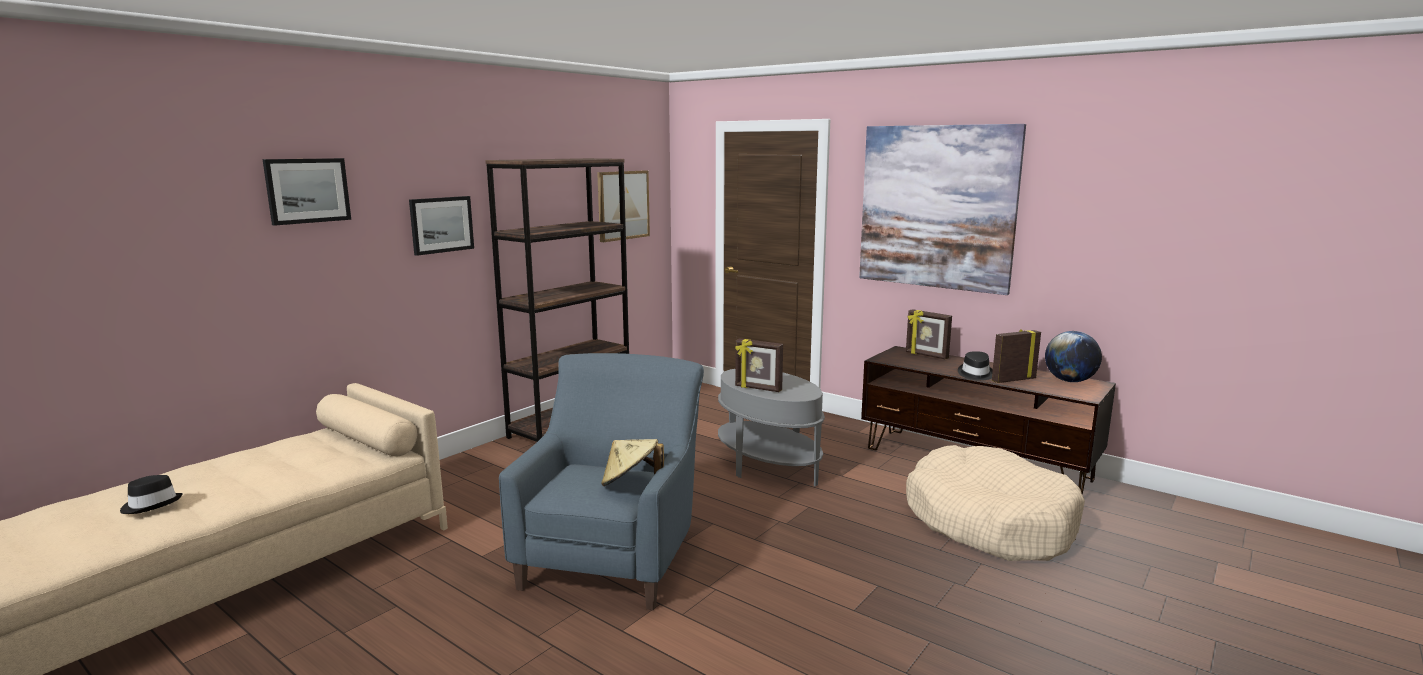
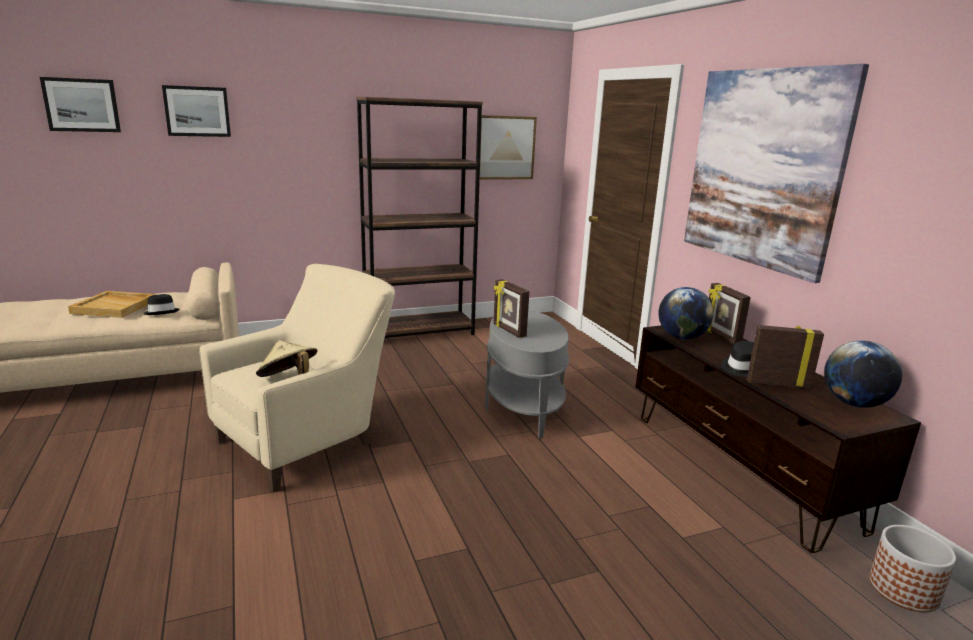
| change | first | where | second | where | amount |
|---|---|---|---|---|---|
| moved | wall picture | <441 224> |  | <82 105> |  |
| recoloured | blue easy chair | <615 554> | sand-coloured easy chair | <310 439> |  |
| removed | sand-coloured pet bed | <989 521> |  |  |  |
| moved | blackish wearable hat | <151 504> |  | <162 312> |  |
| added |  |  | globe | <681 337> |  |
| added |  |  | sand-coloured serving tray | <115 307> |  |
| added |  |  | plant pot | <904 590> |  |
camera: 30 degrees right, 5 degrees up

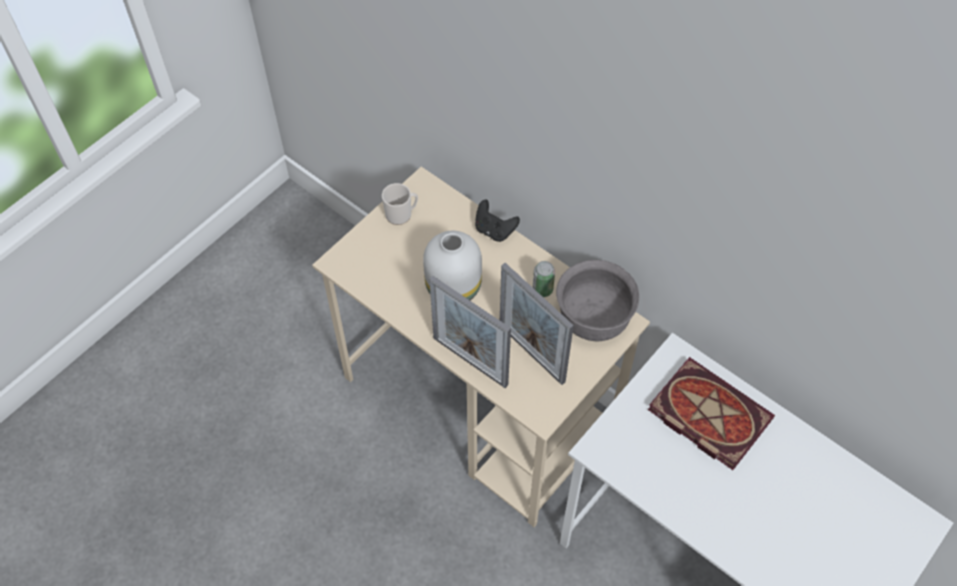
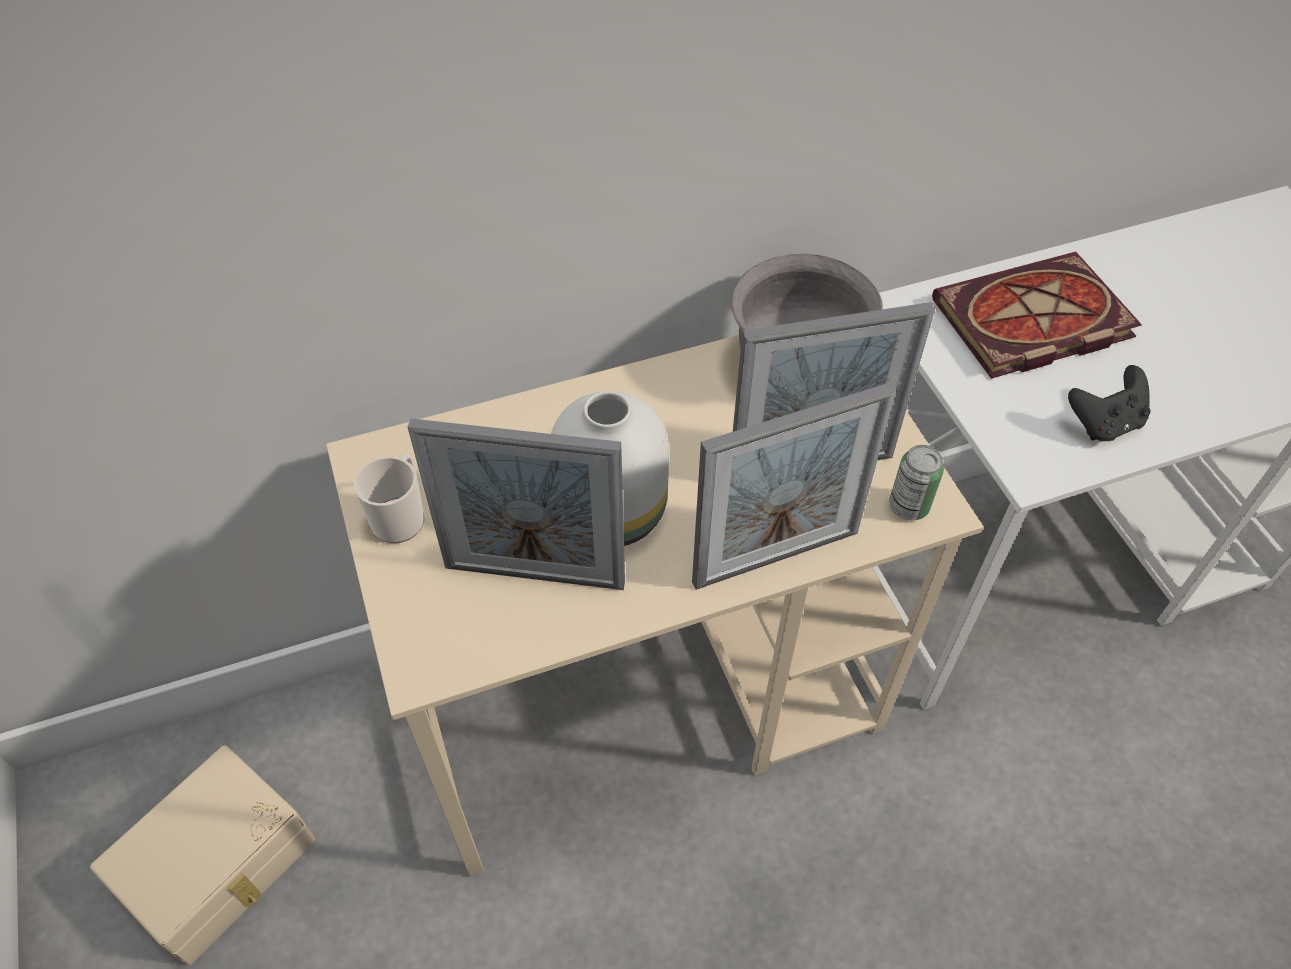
| change | first | where | second | where | amount |
|---|---|---|---|---|---|
| moved | blackish gamepad | <494 230> |  | <1104 423> |  |
| moved | metal can | <542 289> |  | <908 506> |  |
| added |  |  | photo frame | <534 575> |  |
| added |  |  | sand-coloured storage box | <221 867> |  |
camera: 60 degrees left, 5 degrees down

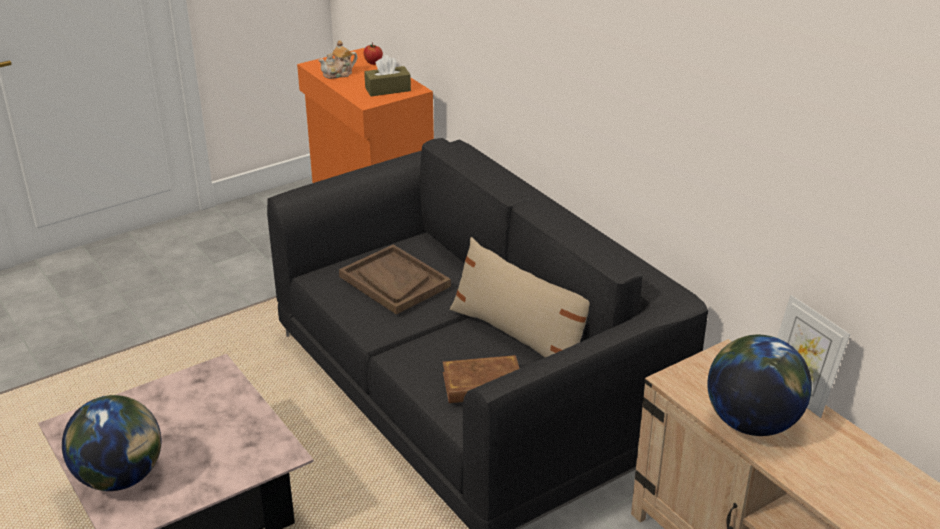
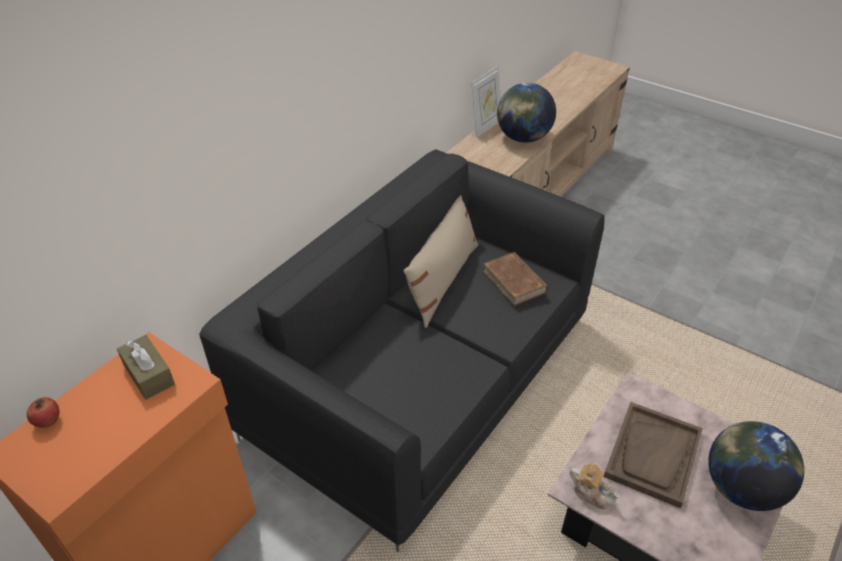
| change | first | where | second | where | amount |
|---|---|---|---|---|---|
| moved | pot for tea | <339 74> |  | <592 493> |  |
| moved | brown serving tray | <394 281> |  | <653 455> |  |
camera: 110 degrees left, 10 degrees up

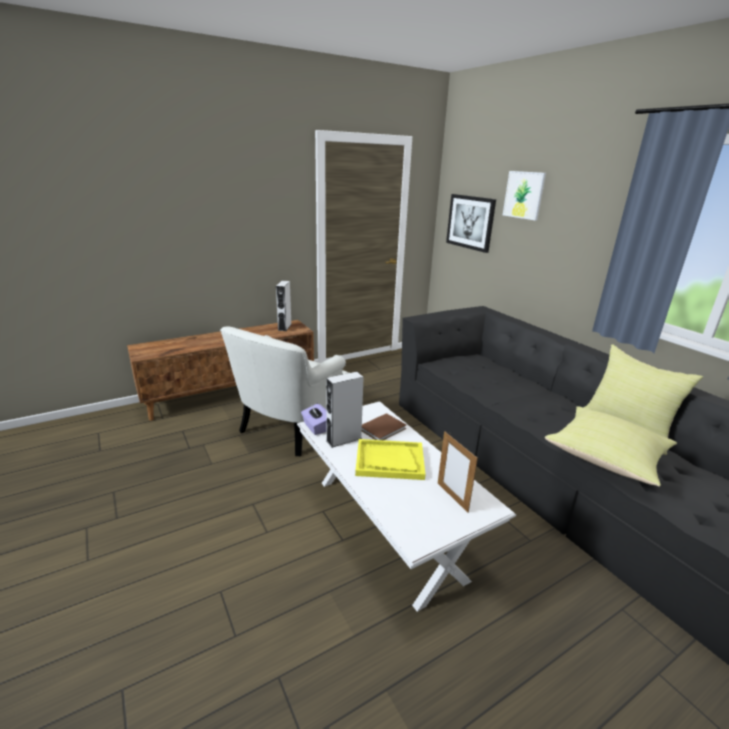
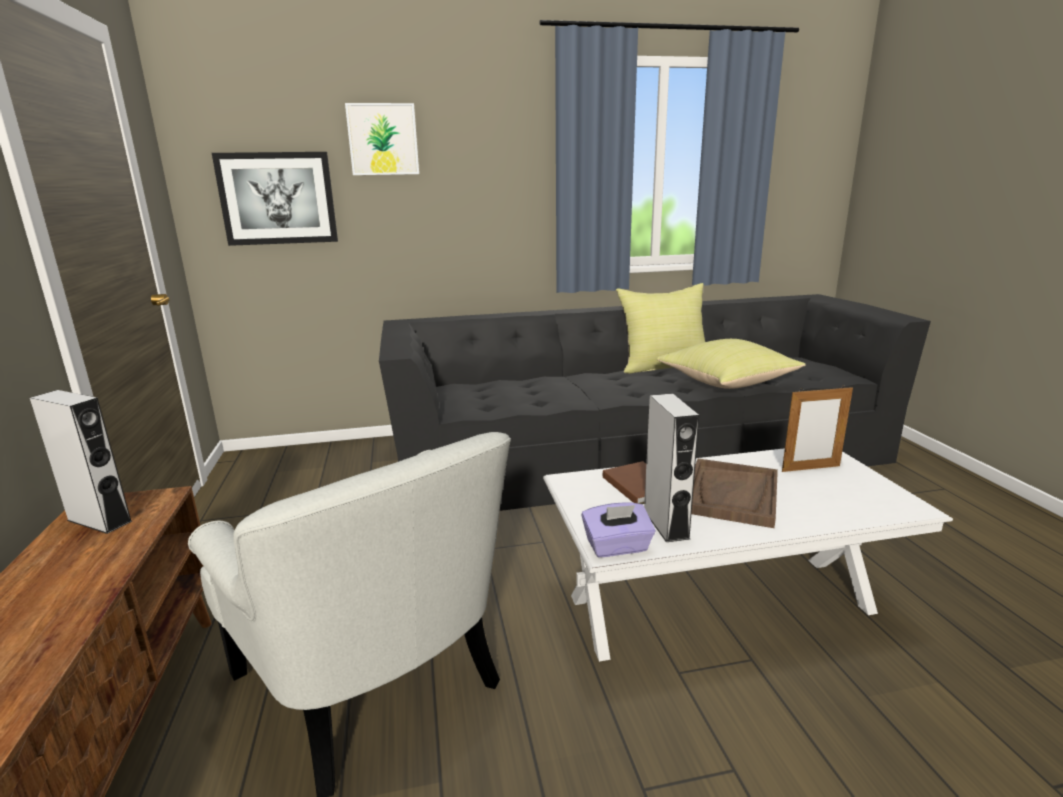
| change | first | where | second | where | amount |
|---|---|---|---|---|---|
| recoloured | yellowish serving tray | <389 461> | brown serving tray | <732 495> |  |
camera: 70 degrees left, 5 degrees down

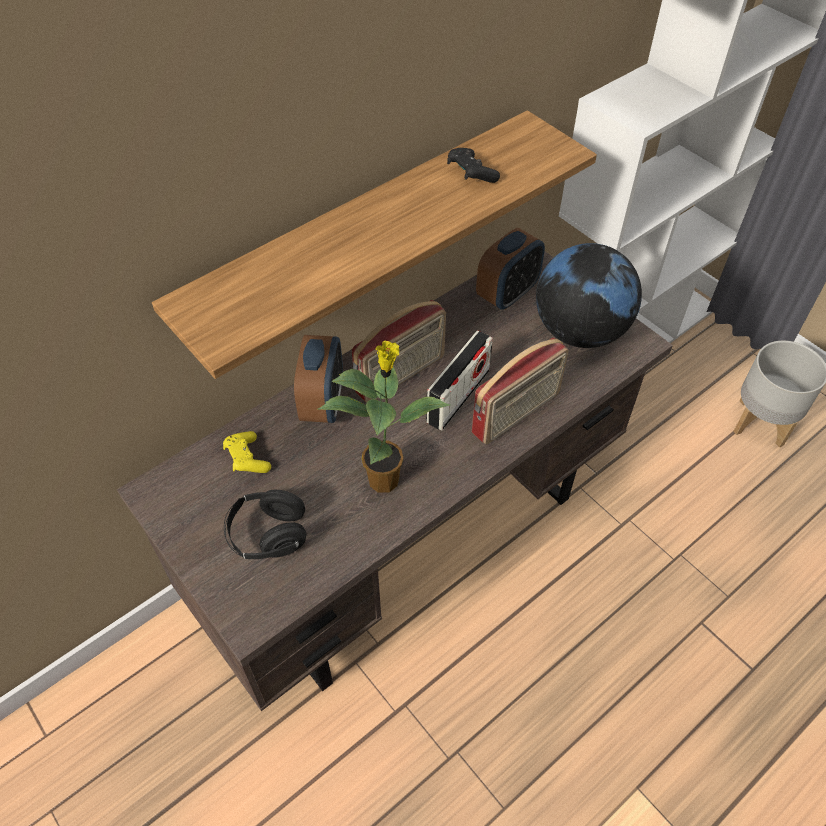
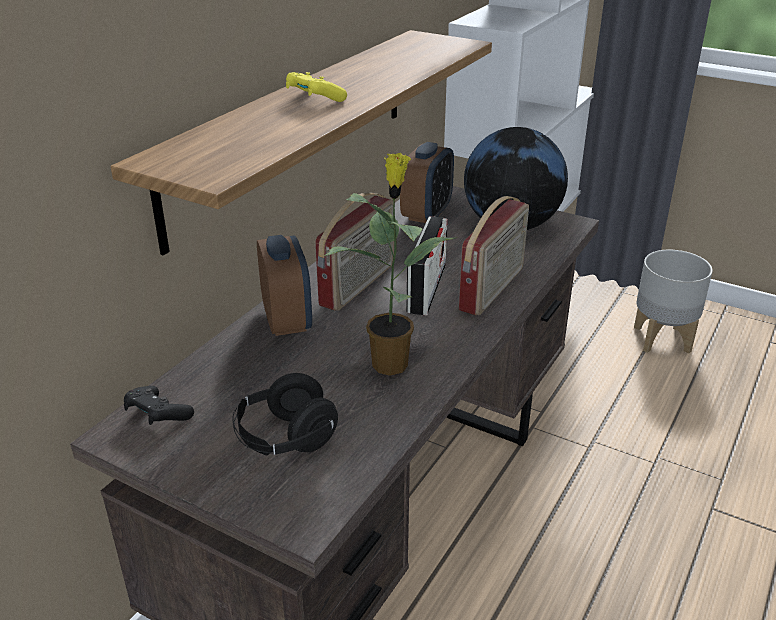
| change | first | where | second | where | amount |
|---|---|---|---|---|---|
| moved | blackish gamepad | <470 174> |  | <158 416> |  |
| moved | yellowish gamepad | <247 459> |  | <314 99> |  |
camera: 20 degrees left, 20 degrees down

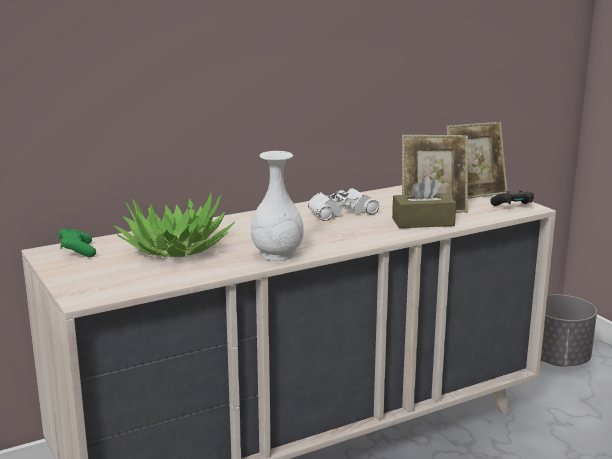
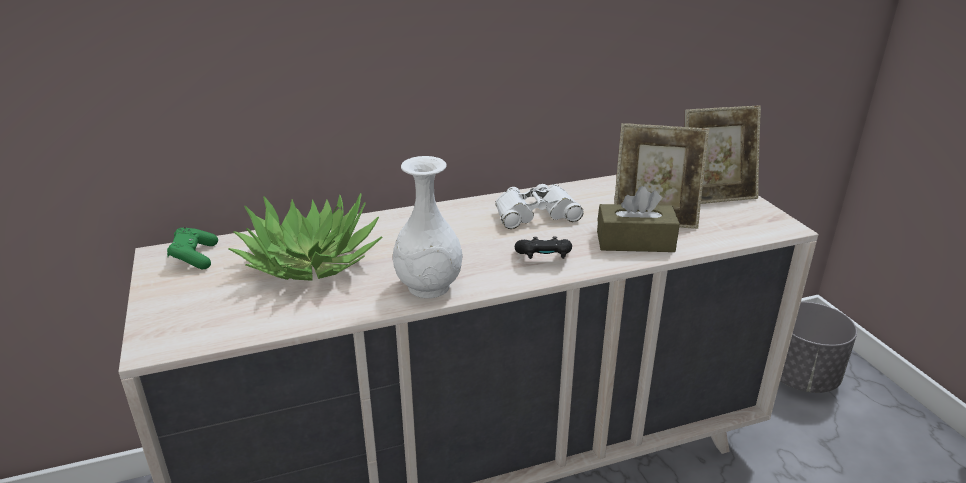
| change | first | where | second | where | amount |
|---|---|---|---|---|---|
| moved | blackish gamepad | <513 207> |  | <544 258> |  |
camera: 10 degrees right, 10 degrees up

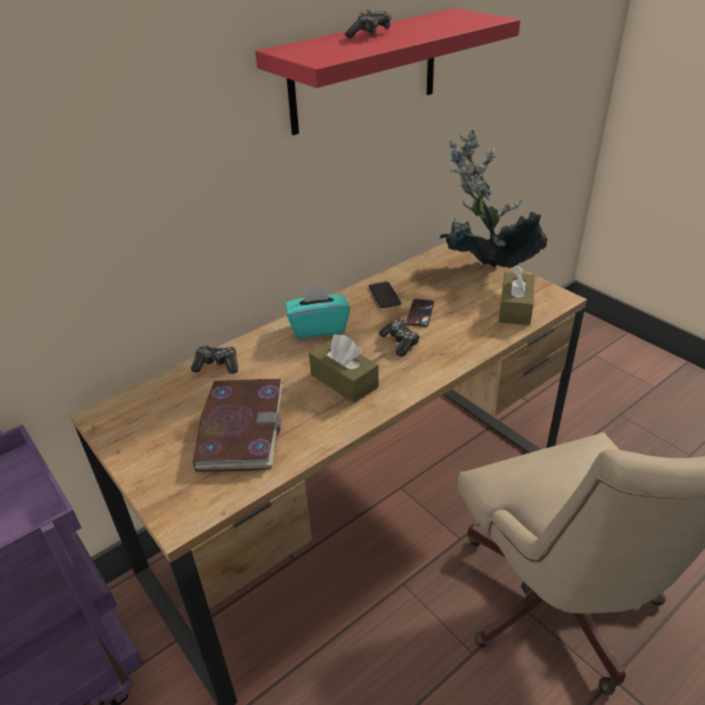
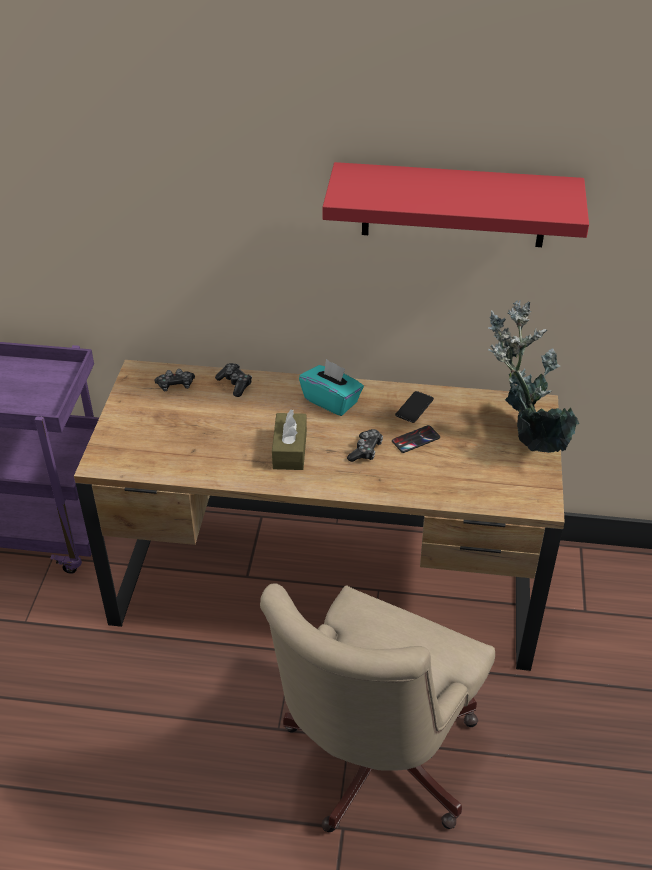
| change | first | where | second | where | amount |
|---|---|---|---|---|---|
| moved | gamepad | <370 34> |  | <175 385> |  |
| removed | brown tissue box | <515 308> |  |  |  |
| removed | bound book | <240 428> |  |  |  |
camera: 45 degrees right, 5 degrees up

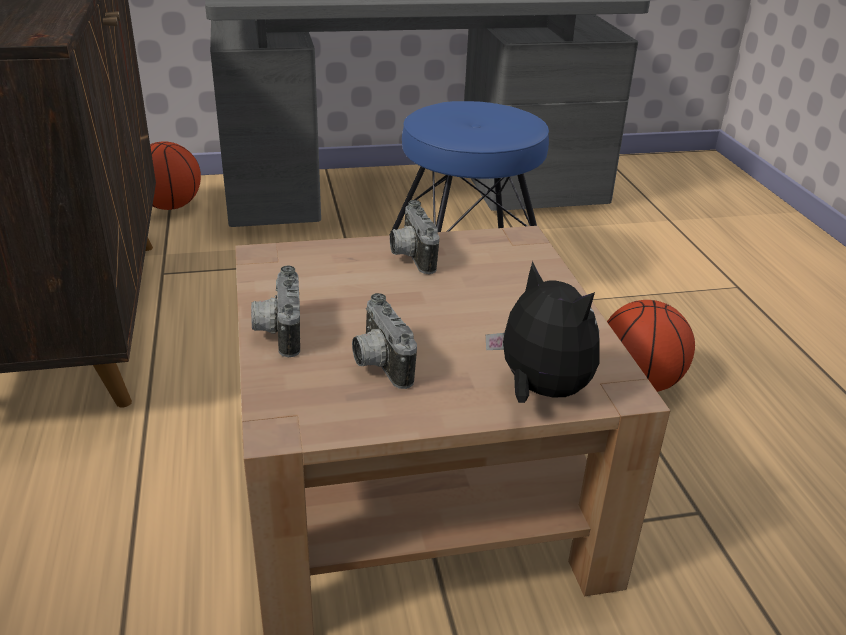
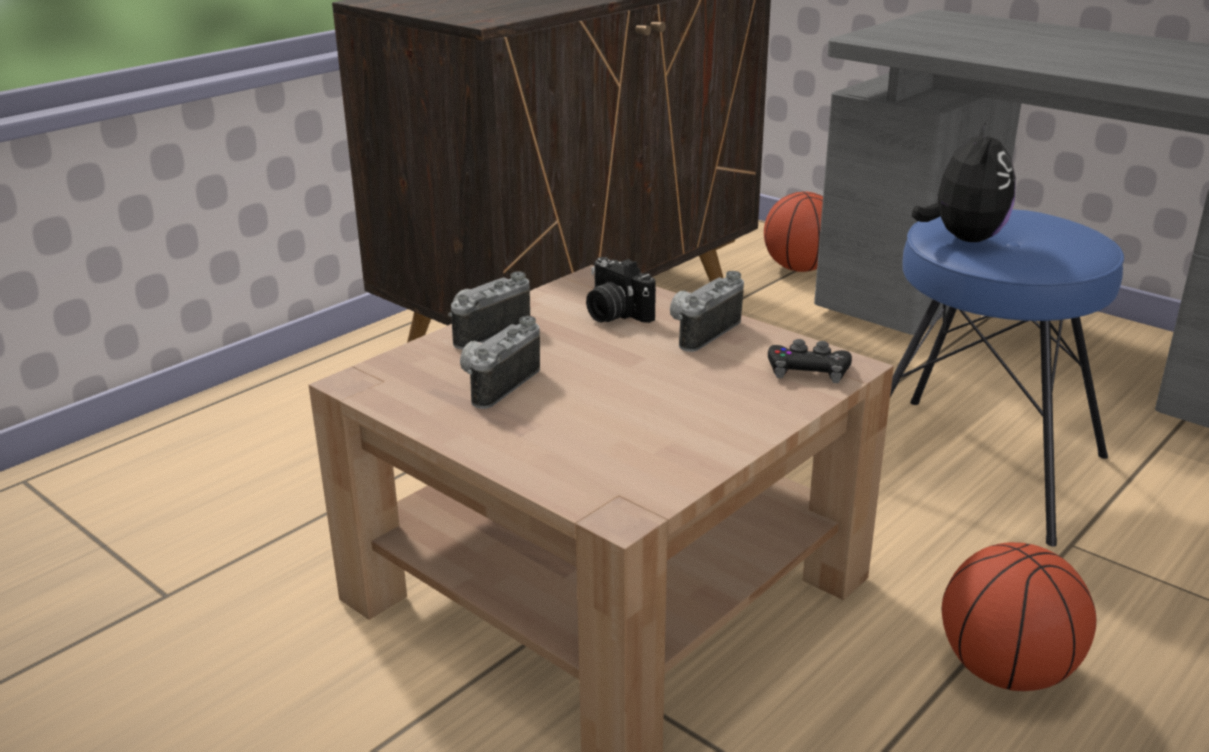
| change | first | where | second | where | amount |
|---|---|---|---|---|---|
| moved | cuddly toy | <540 391> |  | <963 238> |  |
| added |  |  | photo camera | <614 314> |  |
| added |  |  | blackish gamepad | <808 370> |  |
camera: 55 degrees right, 5 degrees down

